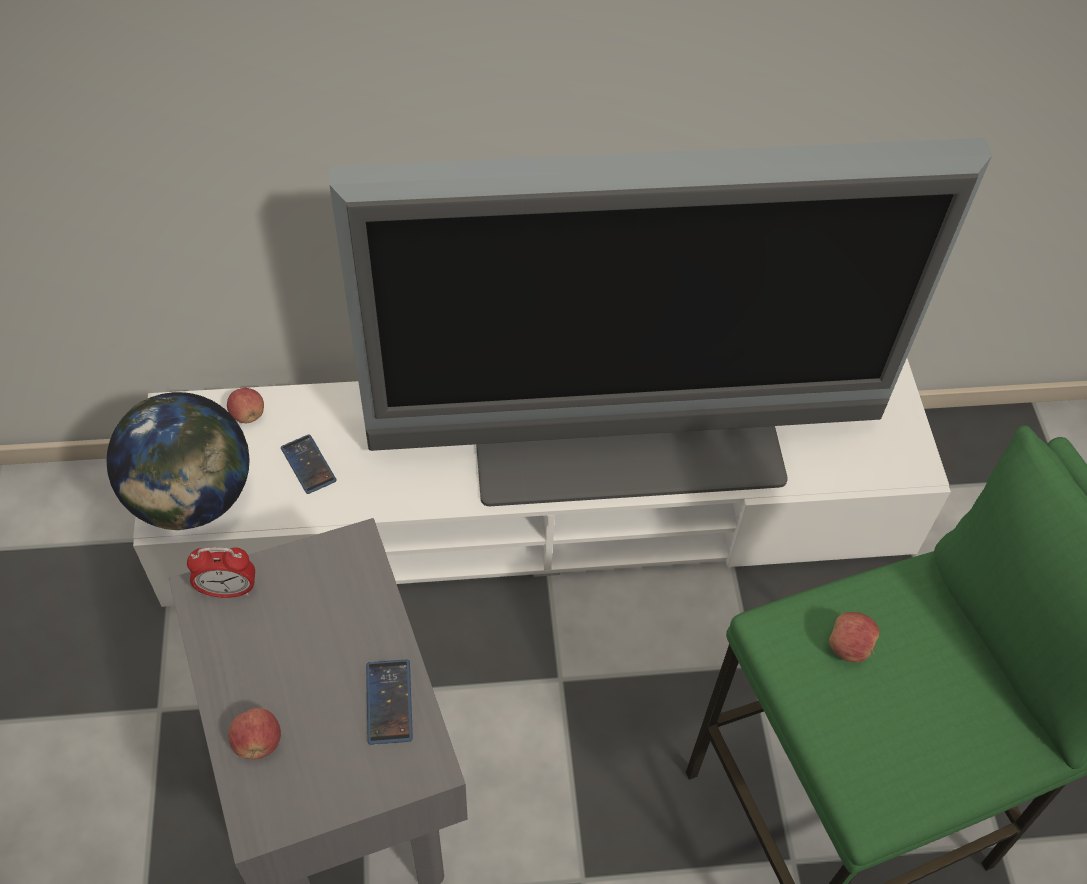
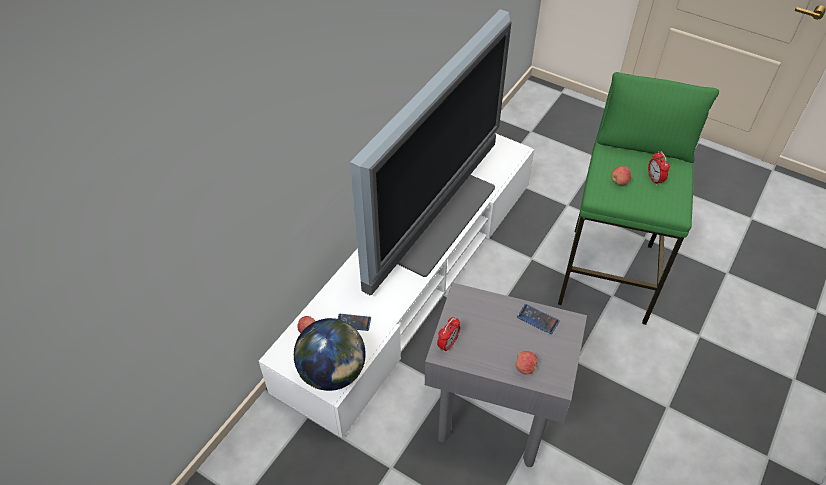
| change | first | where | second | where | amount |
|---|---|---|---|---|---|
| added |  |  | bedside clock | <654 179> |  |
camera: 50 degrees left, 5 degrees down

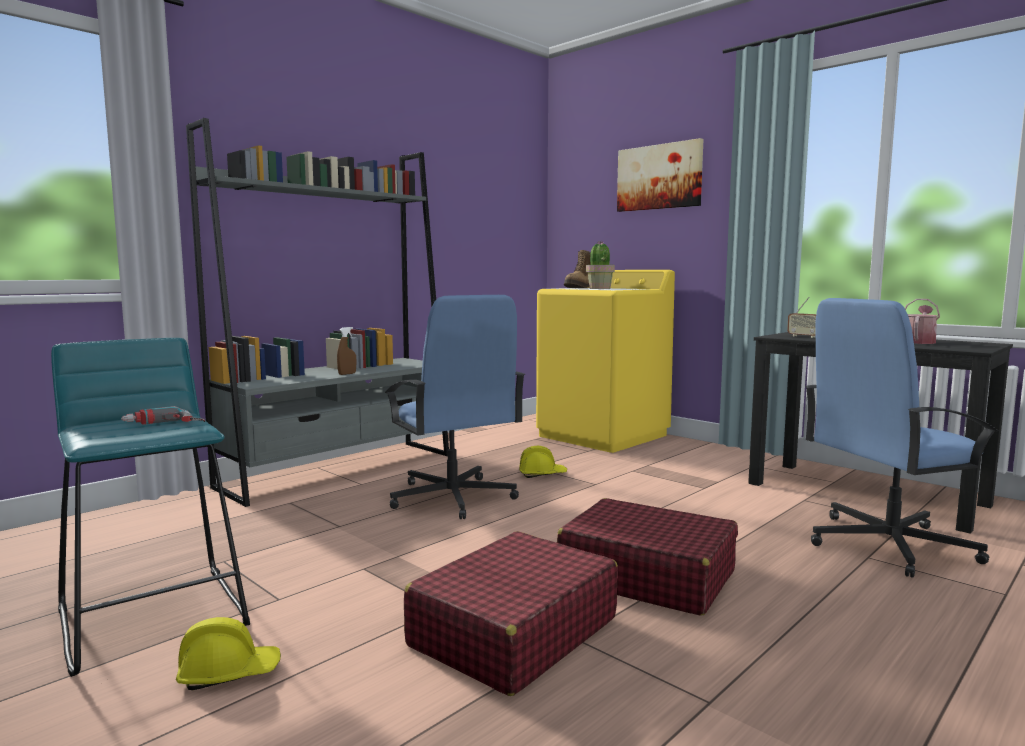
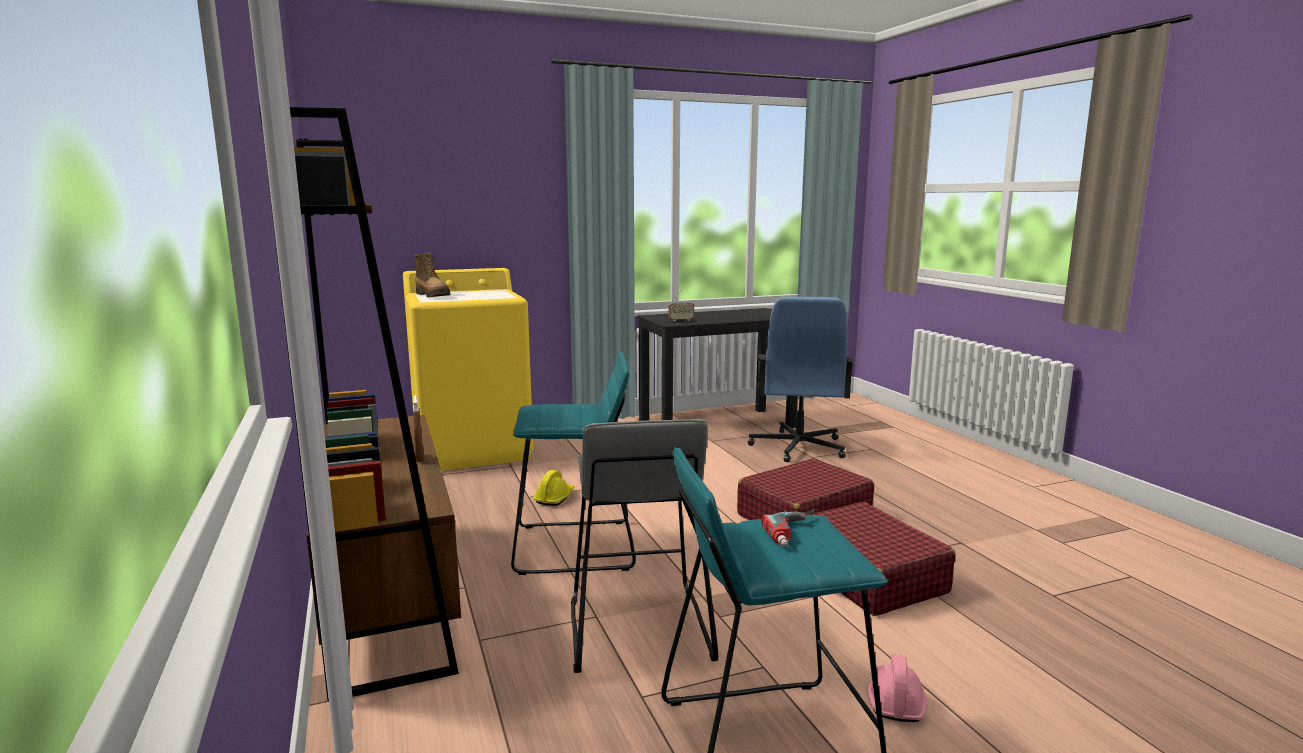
| change | first | where | second | where | amount |
|---|---|---|---|---|---|
| recoloured | gray bookshelf | <340 470> | brown bookshelf | <388 593> |  |
| removed | wall picture | <659 177> |  |  |  |
| removed | potted plant | <599 288> |  |  |  |
| replaced | blue desk chair | <452 498> | blue-green sitting stool | <574 547> |  |
| removed | watering pot | <919 342> |  |  |  |
| recoloured | yellowish work helmet | <229 673> | pink work helmet | <895 700> |  |
| added |  |  | gray sitting stool | <637 629> |  |
camera: 65 degrees left, 5 degrees up

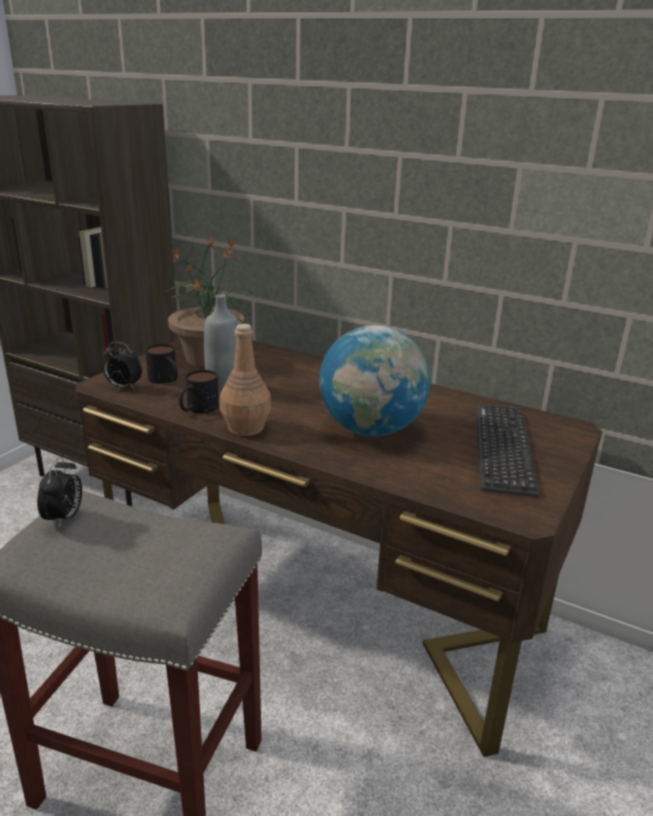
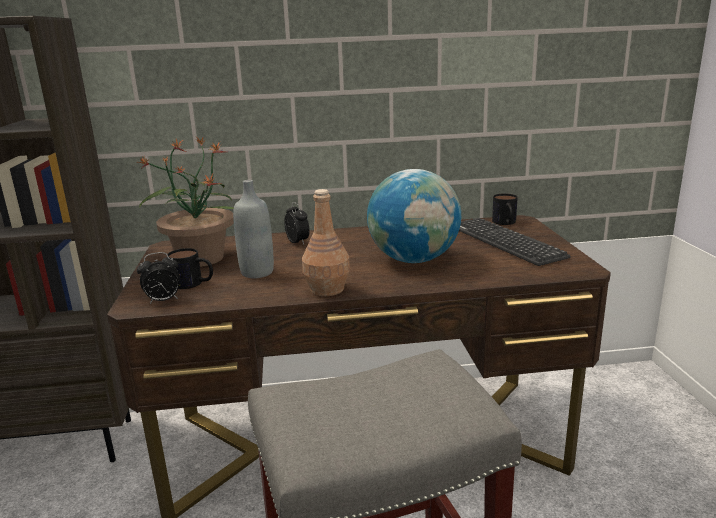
| change | first | where | second | where | amount |
|---|---|---|---|---|---|
| moved | mug | <197 409> |  | <505 223> |  |
| moved | bedside clock | <64 518> |  | <298 242> |  |
camera: 35 degrees left, 5 degrees down

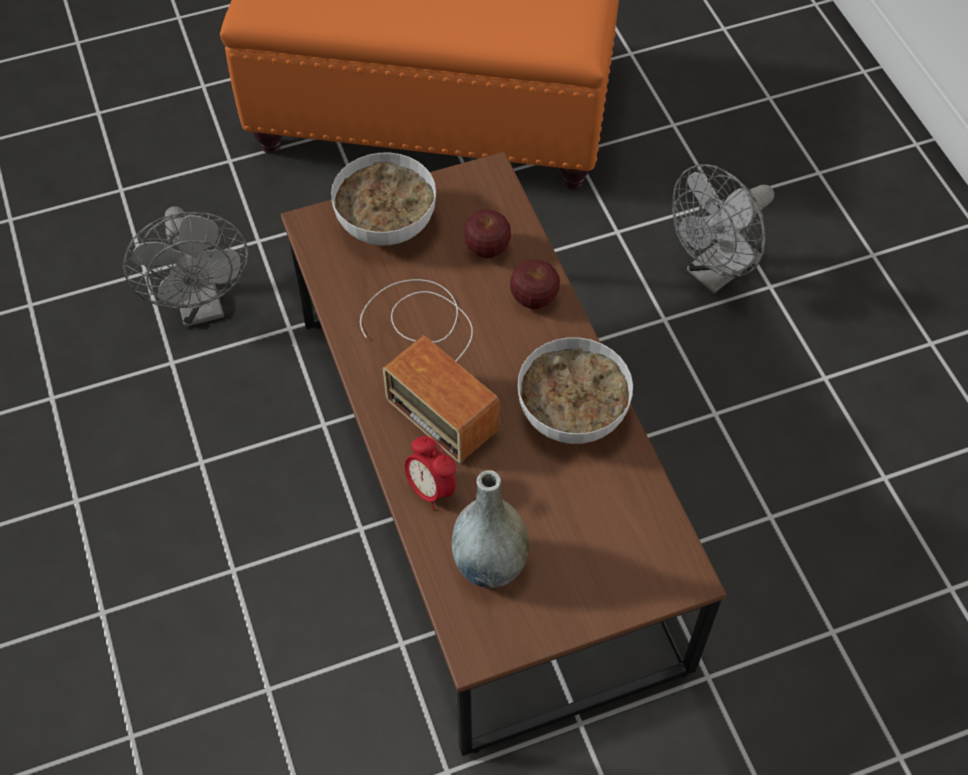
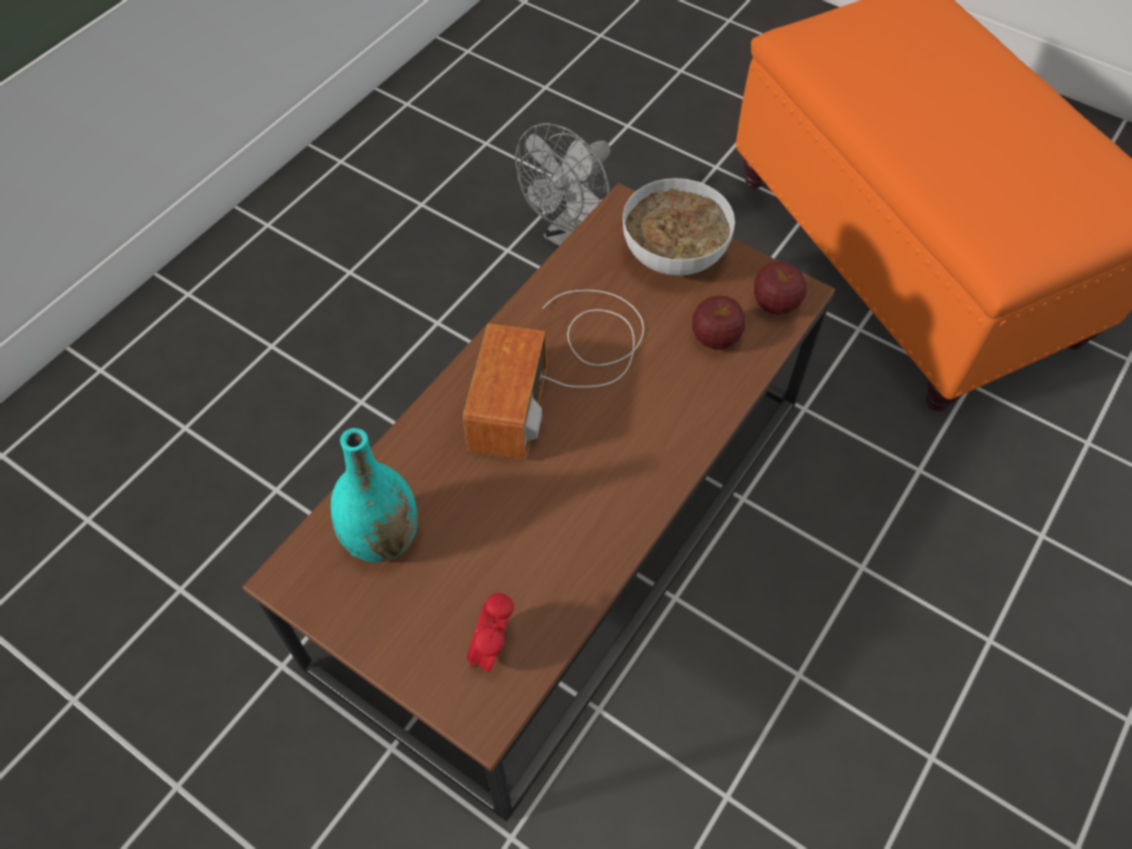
| change | first | where | second | where | amount |
|---|---|---|---|---|---|
| removed | gray fan | <715 272> |  |  |  |
| moved | apple fruit | <534 298> |  | <775 304> |  |
| removed | serving bowl | <573 412> |  |  |  |
| moved | bedside clock | <431 489> |  | <492 648> |  |
| recoloured | gray flower vase | <490 565> | blue-green flower vase | <382 538> |  |
camera: 55 degrees right, 0 degrees up

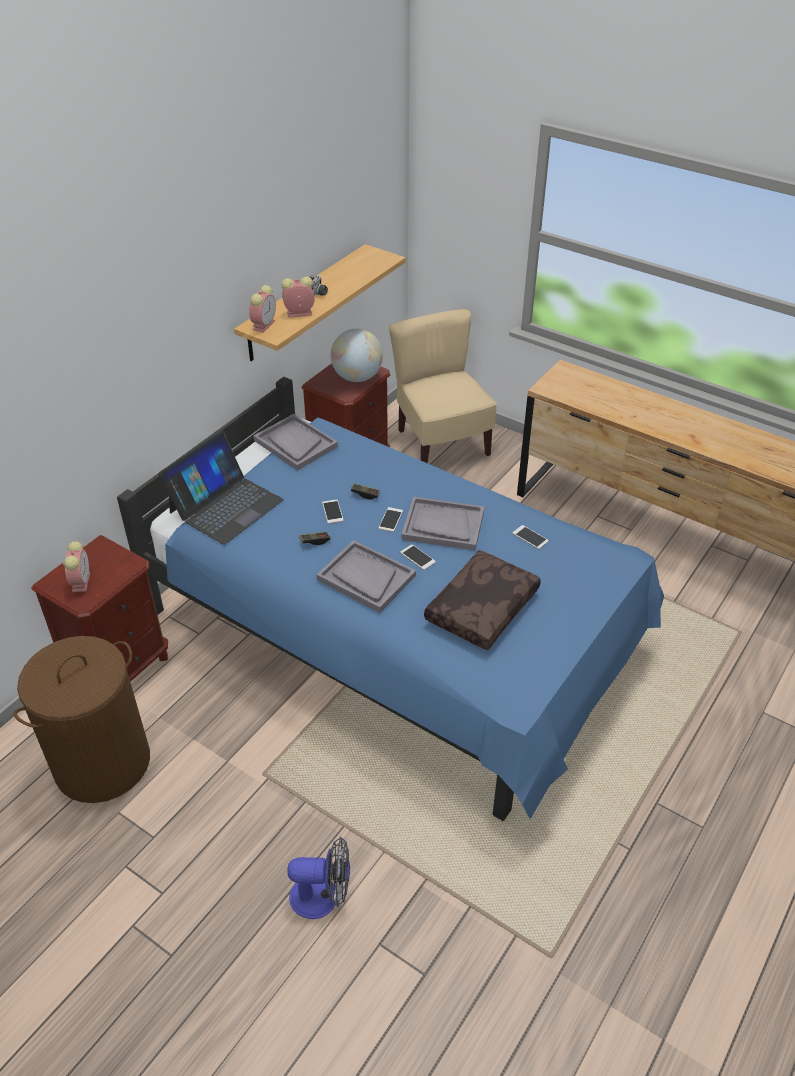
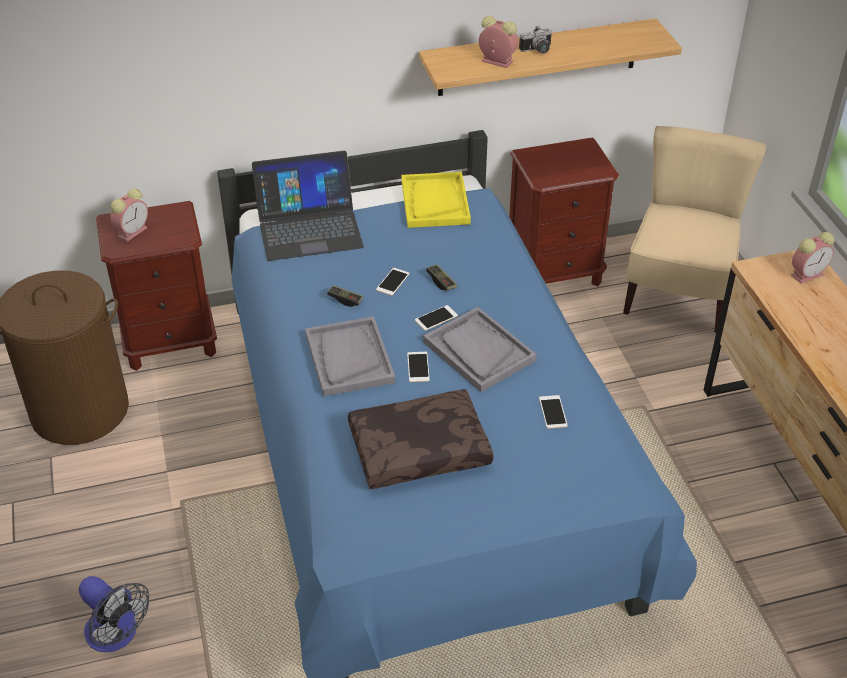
| change | first | where | second | where | amount |
|---|---|---|---|---|---|
| moved | bedside clock | <264 324> |  | <808 274> |  |
| removed | globe | <357 377> |  |  |  |
| recoloured | gray serving tray | <295 443> | yellowish serving tray | <435 202> |  |
camera: 40 degrees right, 0 degrees up

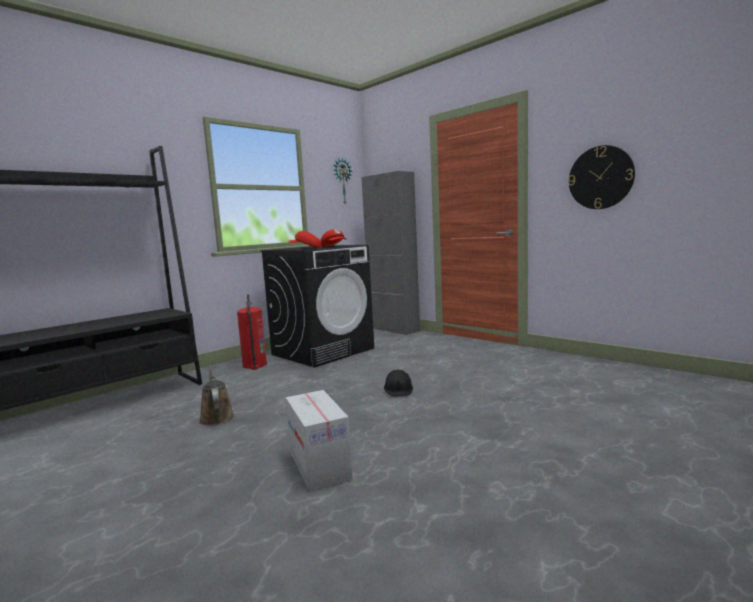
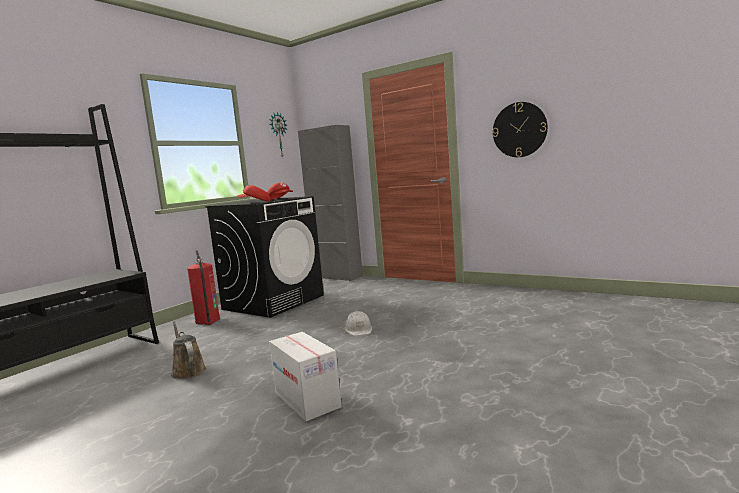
| change | first | where | second | where | amount |
|---|---|---|---|---|---|
| recoloured | blackish work helmet | <398 389> | whitish work helmet | <359 329> |  |
camera: 10 degrees left, 0 degrees up

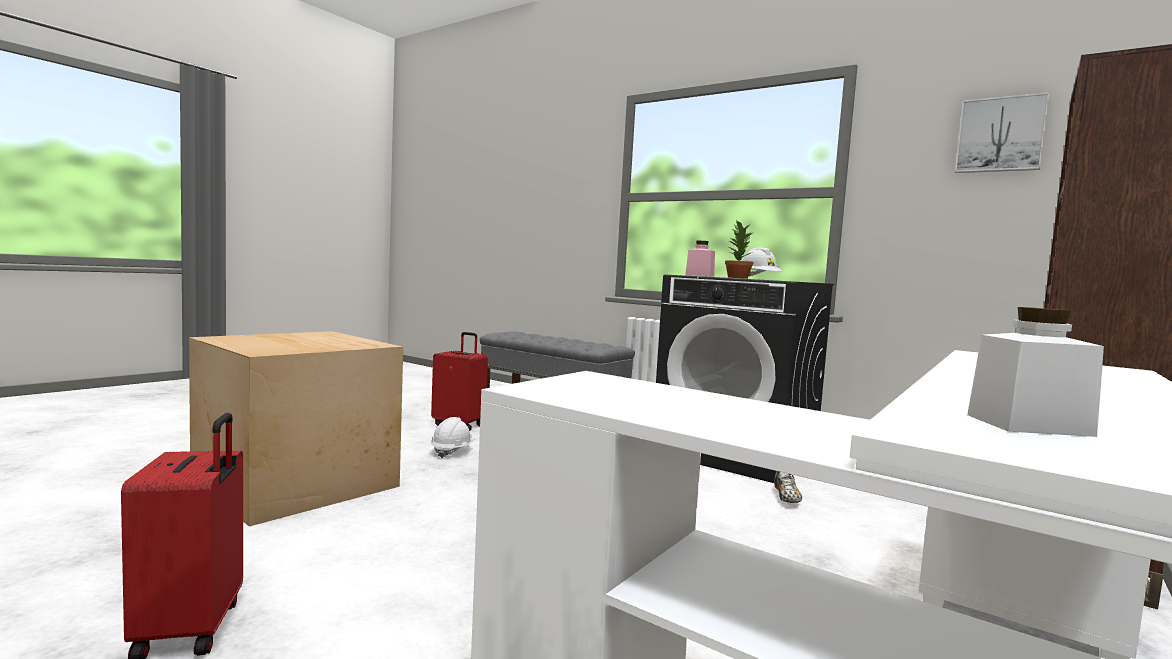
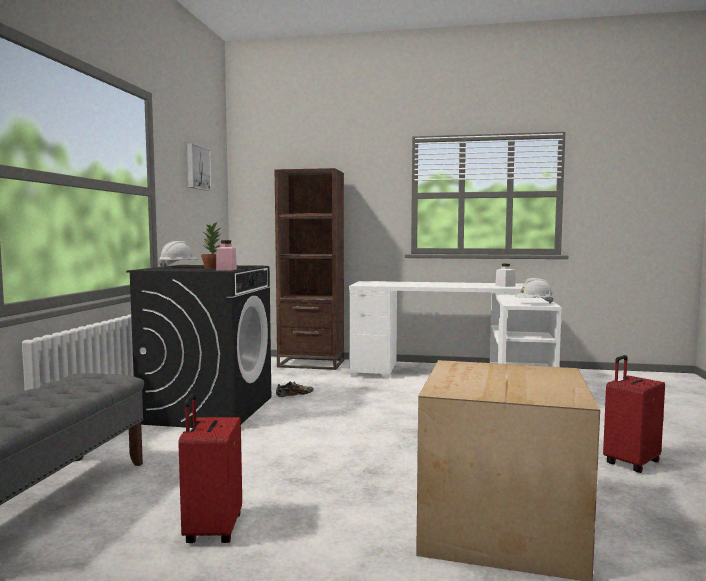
| change | first | where | second | where | amount |
|---|---|---|---|---|---|
| moved | whitish work helmet | <452 451> |  | <534 304> |  |
camera: 115 degrees left, 0 degrees up

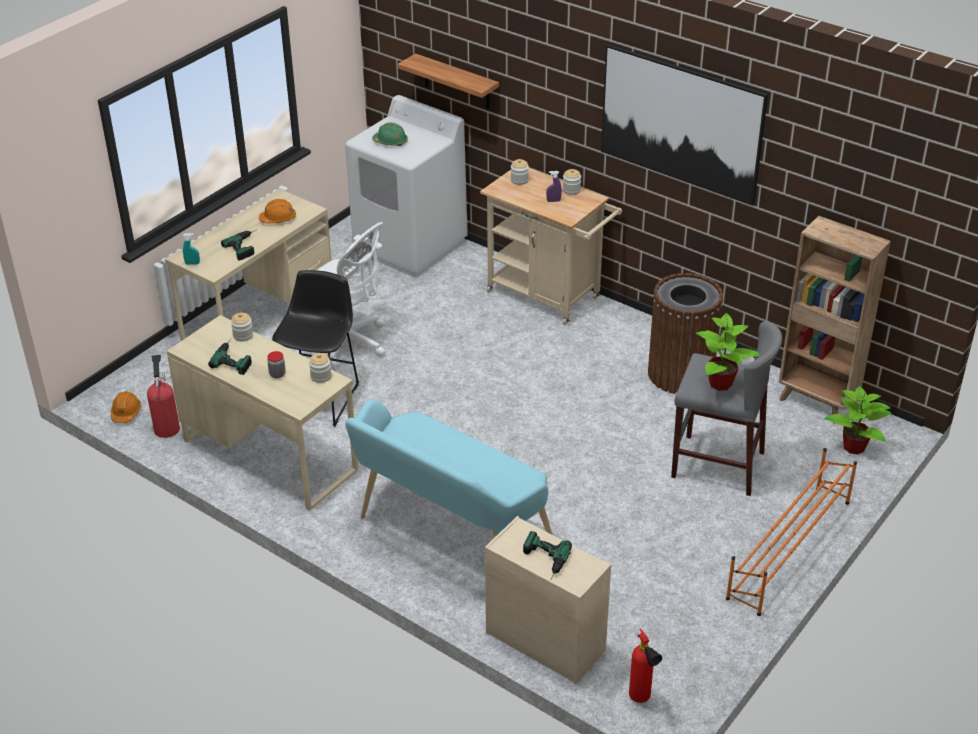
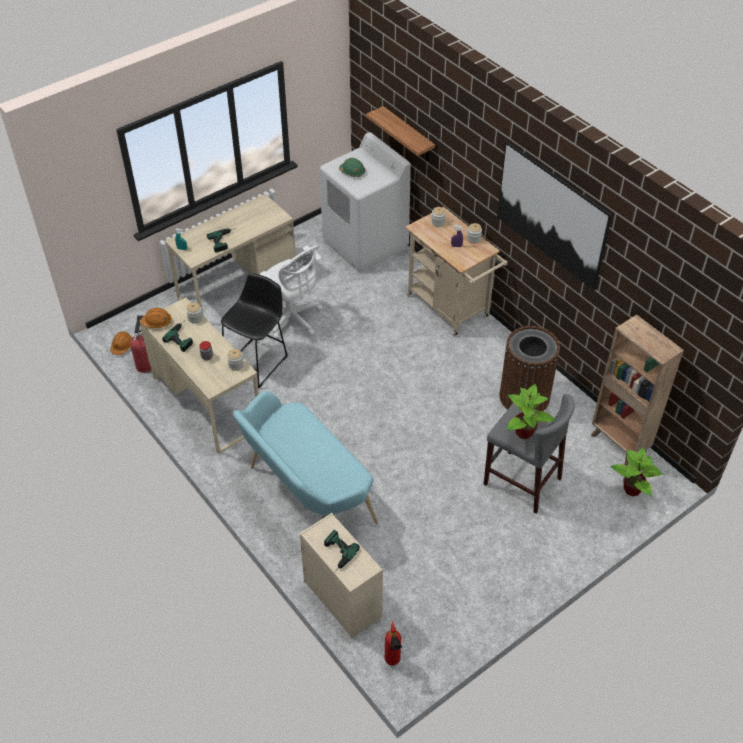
| change | first | where | second | where | amount |
|---|---|---|---|---|---|
| moved | orange work helmet | <278 219> |  | <157 322> |  |
| removed | orange shoe rack | <788 549> |  |  |  |
camera: 15 degrees right, 10 degrees up

